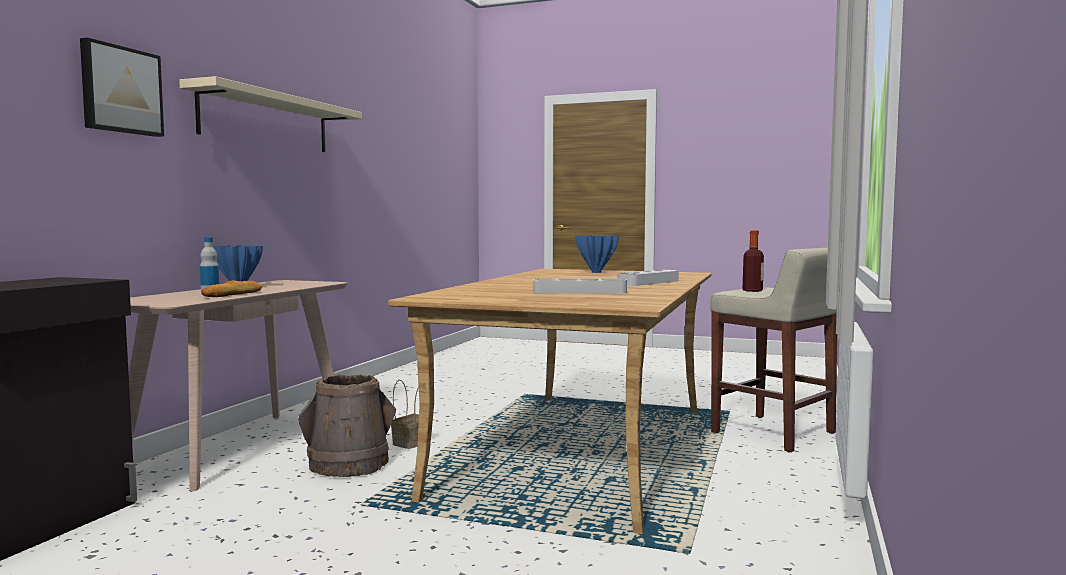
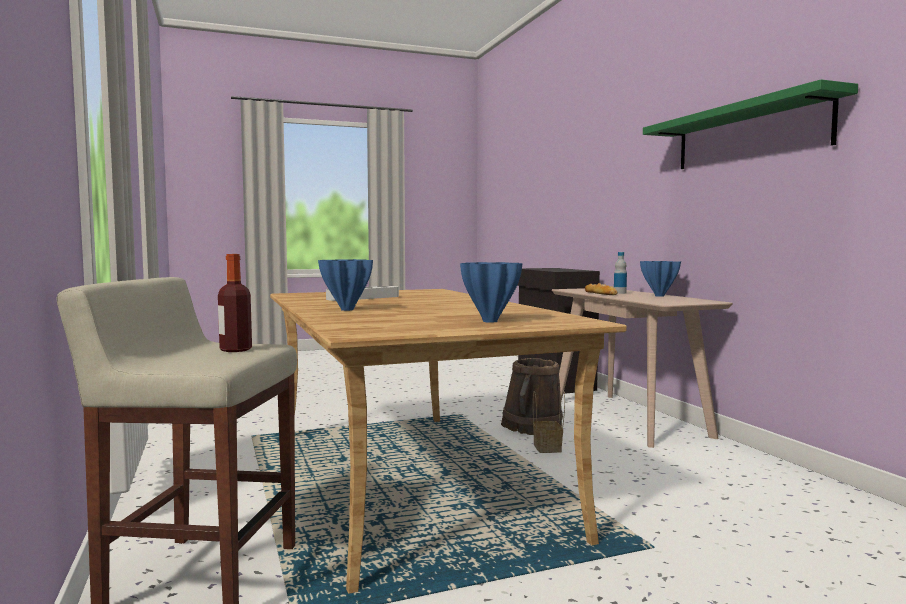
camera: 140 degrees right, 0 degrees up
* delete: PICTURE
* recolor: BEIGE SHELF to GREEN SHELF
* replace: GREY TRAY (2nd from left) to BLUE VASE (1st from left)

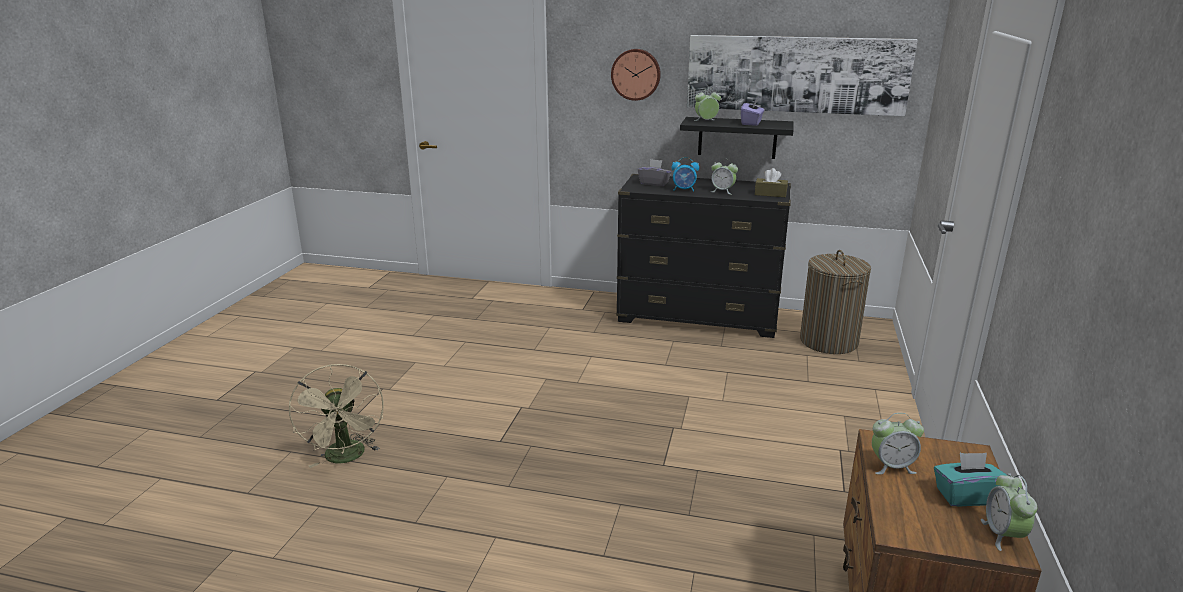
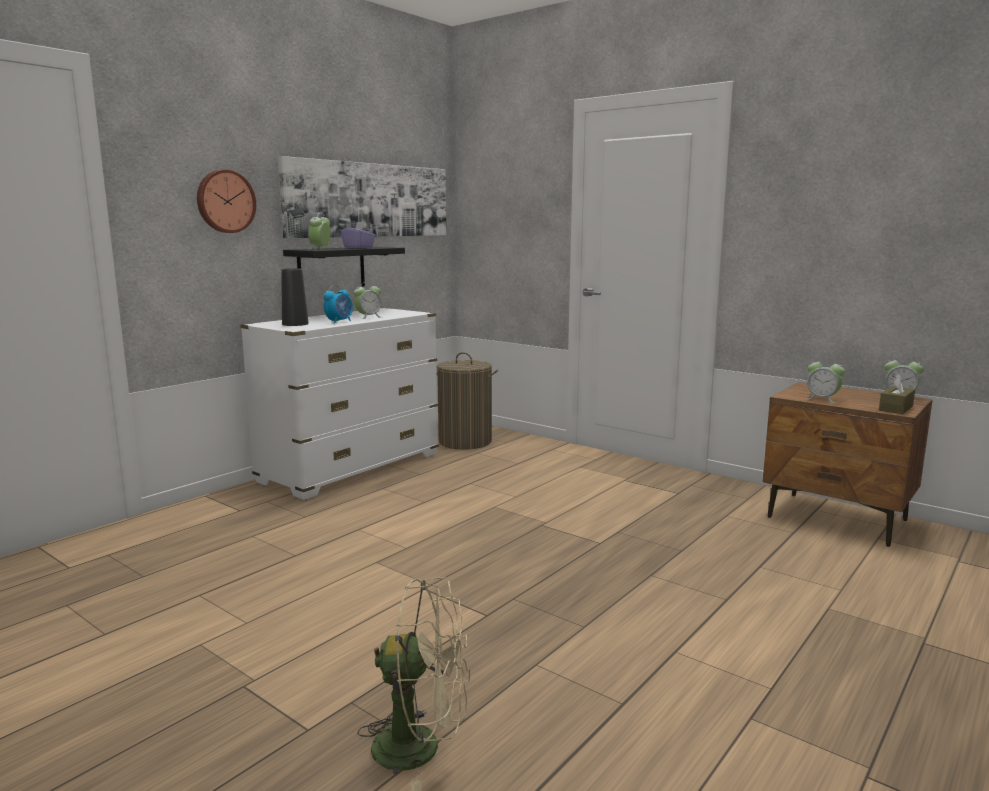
camera: 65 degrees left, 10 degrees down
* recolor: BLACK DRESSER to WHITE DRESSER
* replace: GREY TISSUE BOX to BLACK VASE
* move: BROWN TISSUE BOX
* rotate: ALARM CLOCK (4th from left) 105 degrees clockwise
* delete: TURQUOISE TISSUE BOX

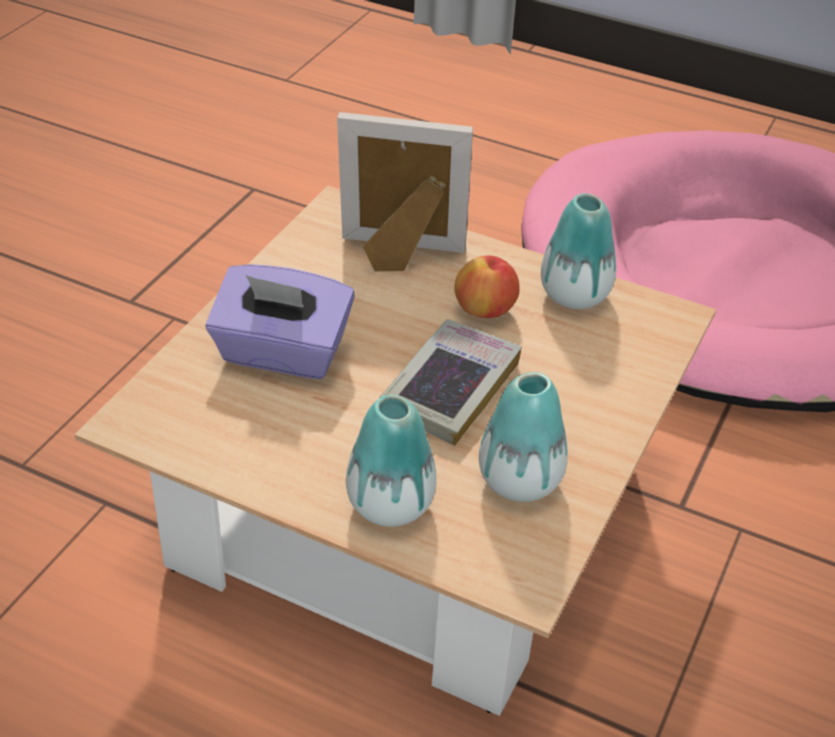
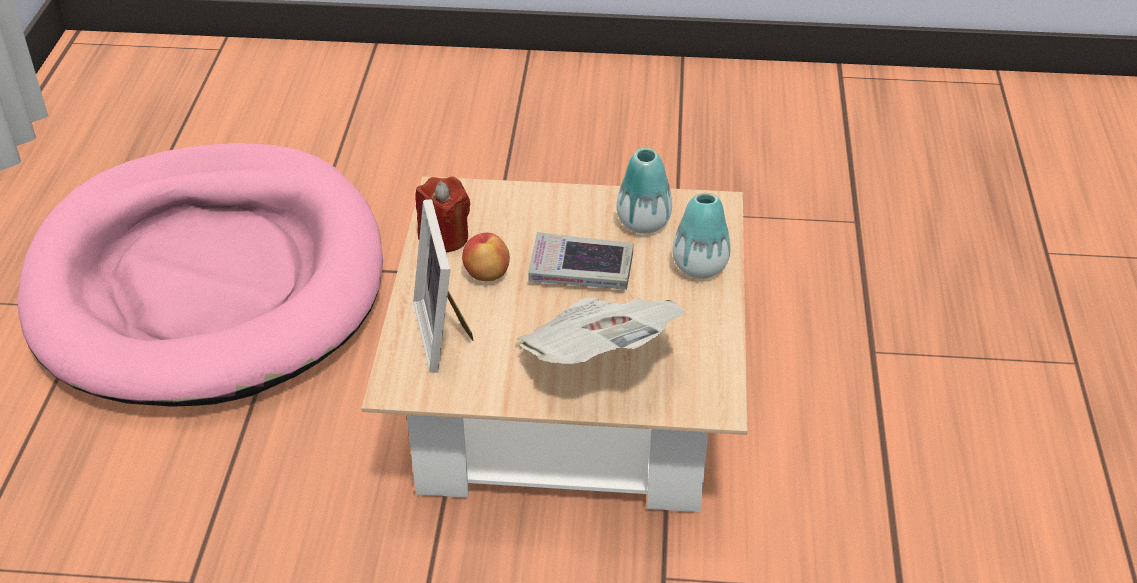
camera: 110 degrees left, 0 degrees up
* replace: PURPLE TISSUE BOX to NEWSPAPER
* replace: VASE (3rd from left) to RED CANDLE

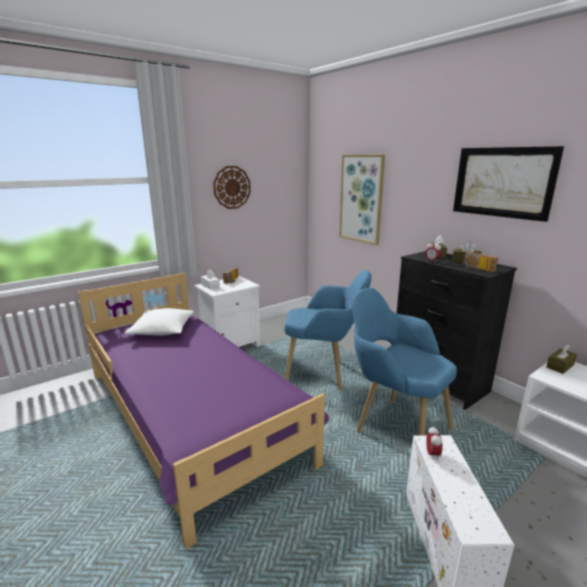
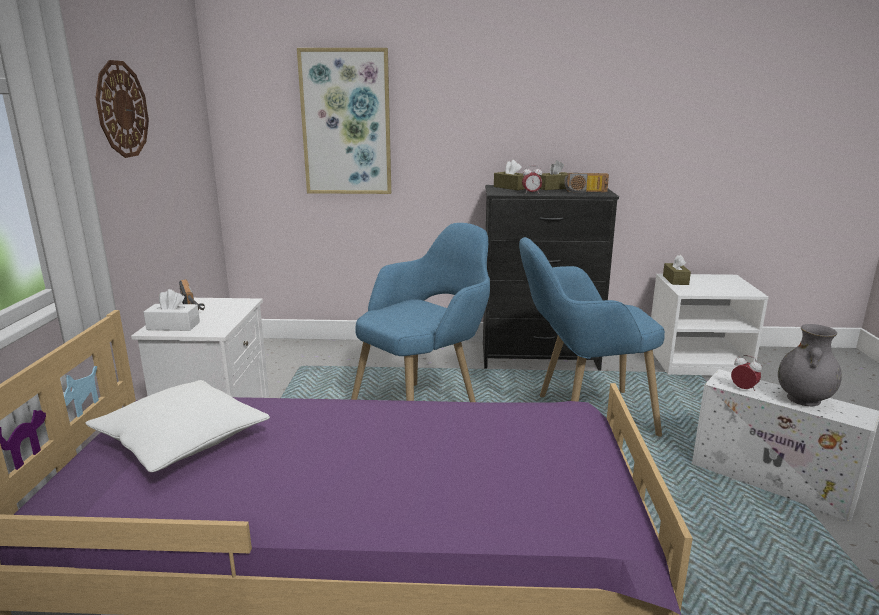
camera: 50 degrees left, 0 degrees up
* delete: PICTURE (2nd from left)
* insert: GREY VASE

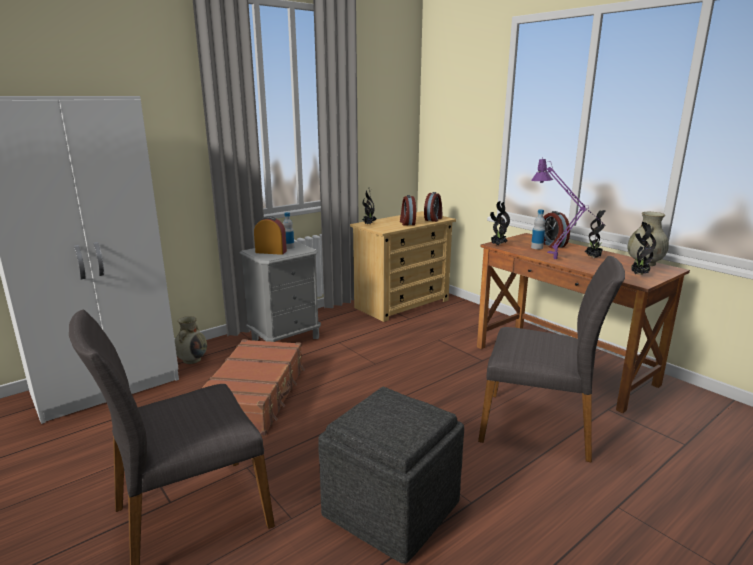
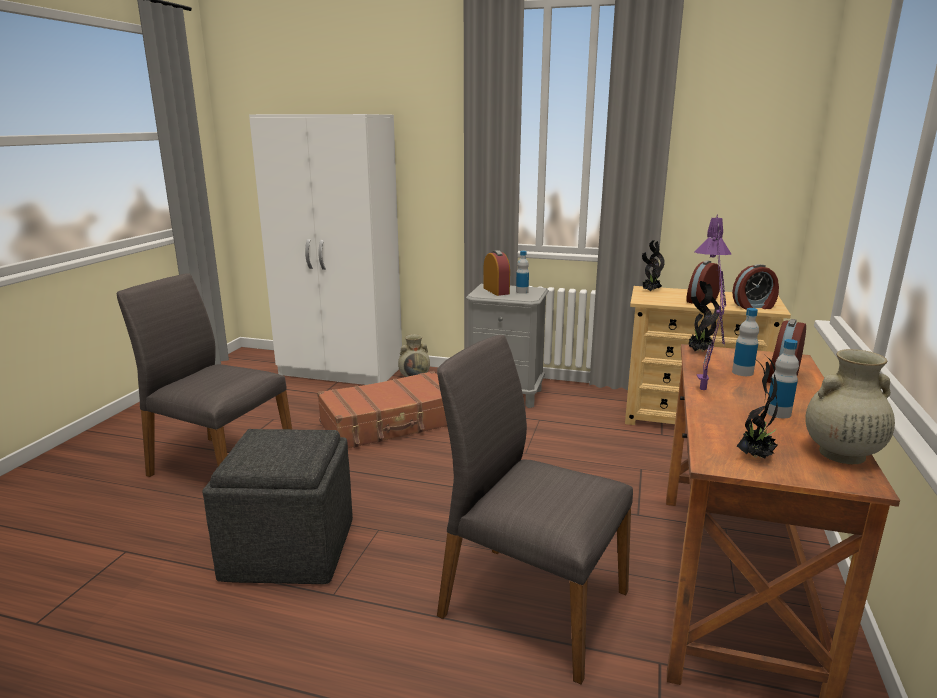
camera: 55 degrees right, 0 degrees up
* rotate: GREY CHAIR (2nd from left) 135 degrees clockwise
* replace: POTTED PLANT (3rd from left) to BOTTLE (3rd from left)

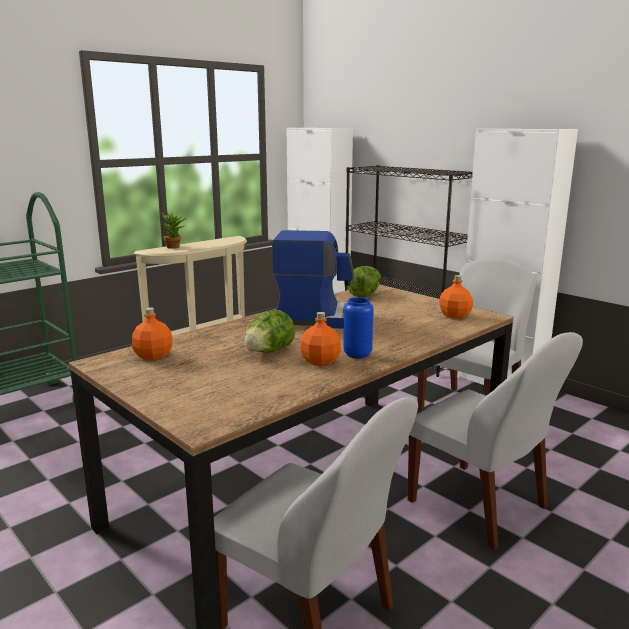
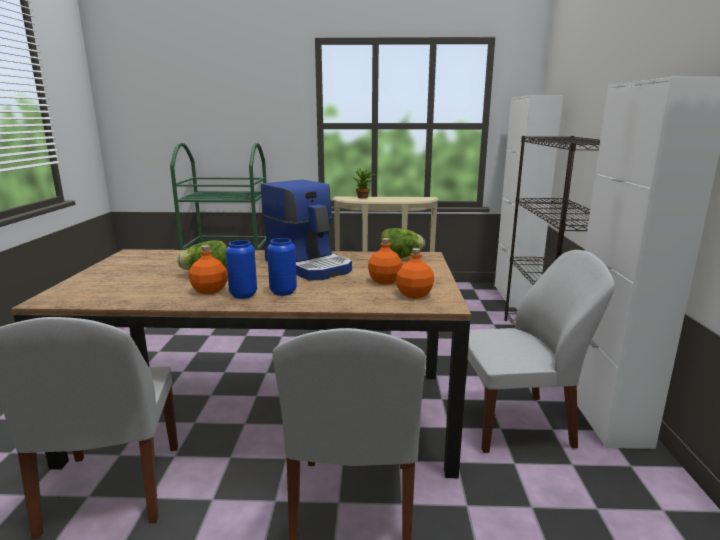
camera: 45 degrees right, 0 degrees up
* move: ORANGE BOTTLE (1st from left in the first image) to ORANGE BOTTLE (2nd from left)
* insert: BLUE VASE (2nd from left)

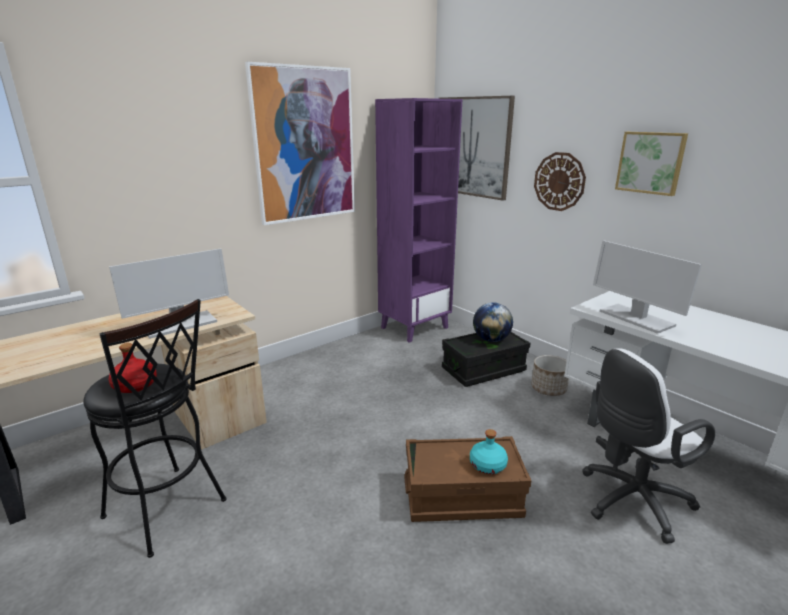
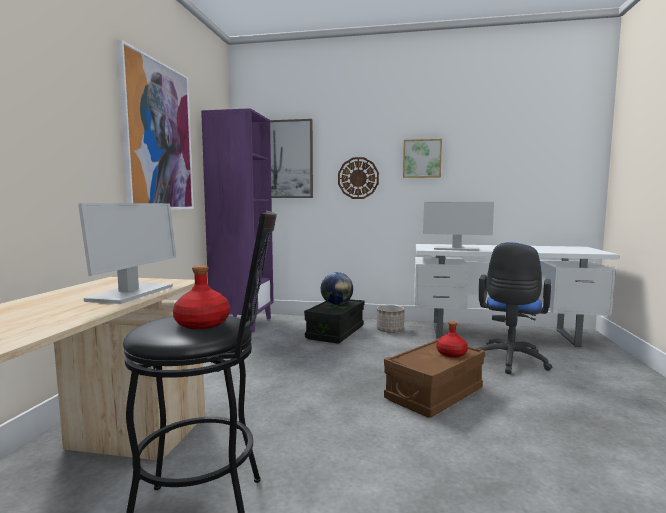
camera: 40 degrees left, 15 degrees down
* recolor: TURQUOISE BOTTLE to RED BOTTLE (2nd from left)
* recolor: WHITE OFFICE CHAIR to BLUE OFFICE CHAIR

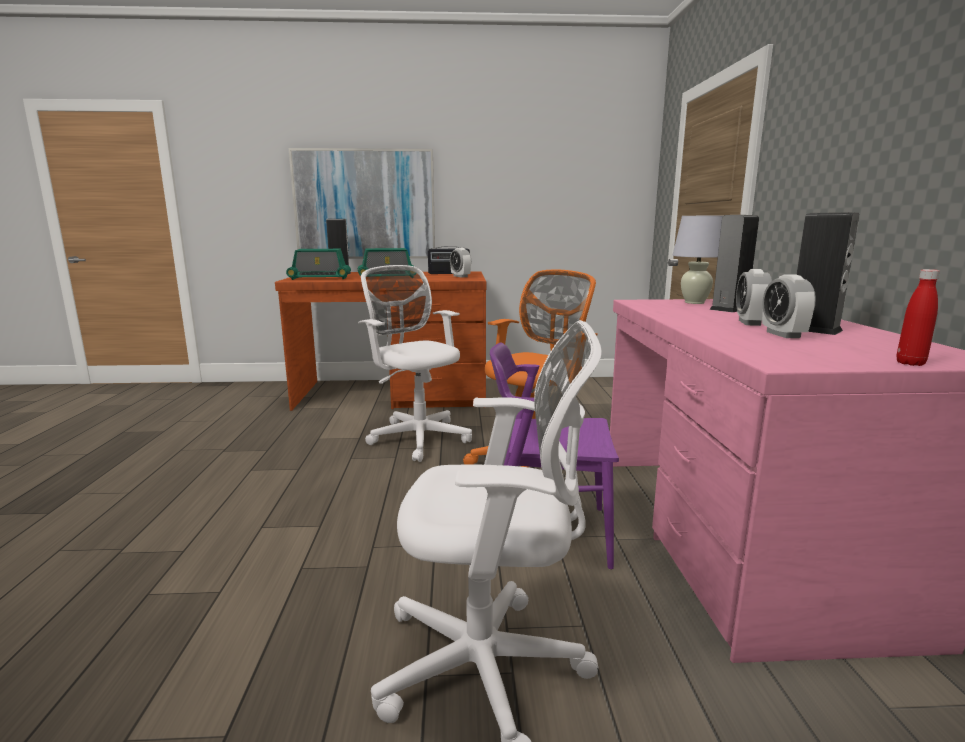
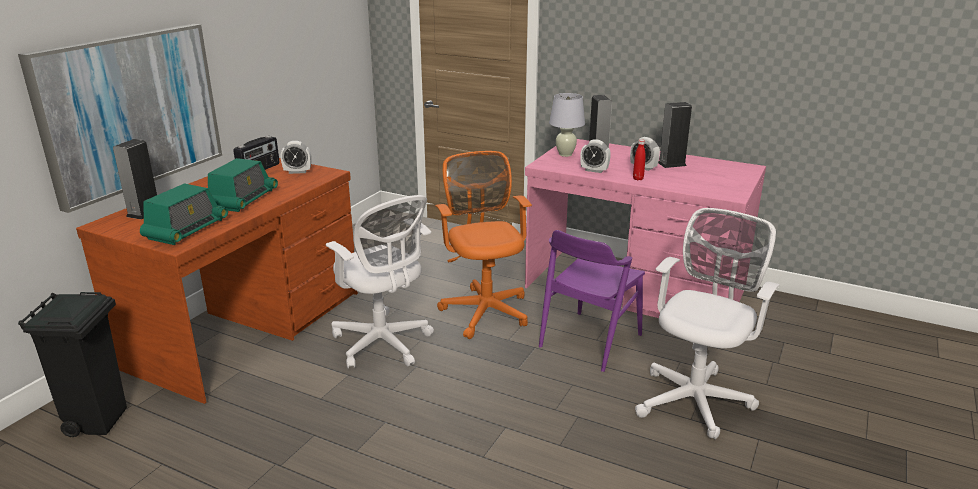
camera: 60 degrees left, 10 degrees up
* rotate: WHITE OFFICE CHAIR (1st from left) 120 degrees counterclockwise
* move: ALARM CLOCK (3rd from left in the first image) to ALARM CLOCK (2nd from left)
* move: RED BOTTLE
* insert: BLACK TRASH CAN

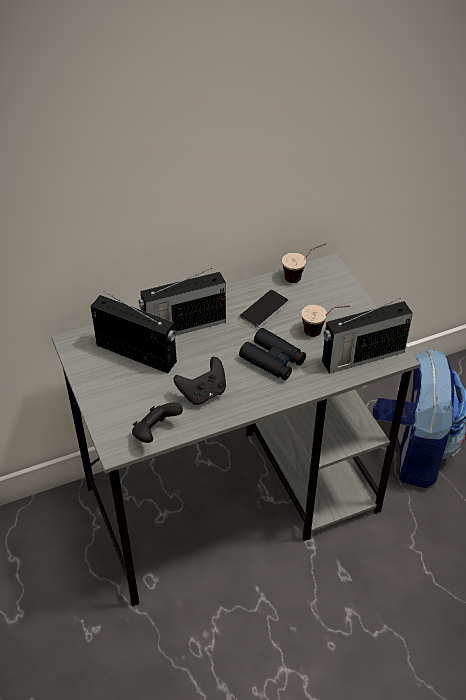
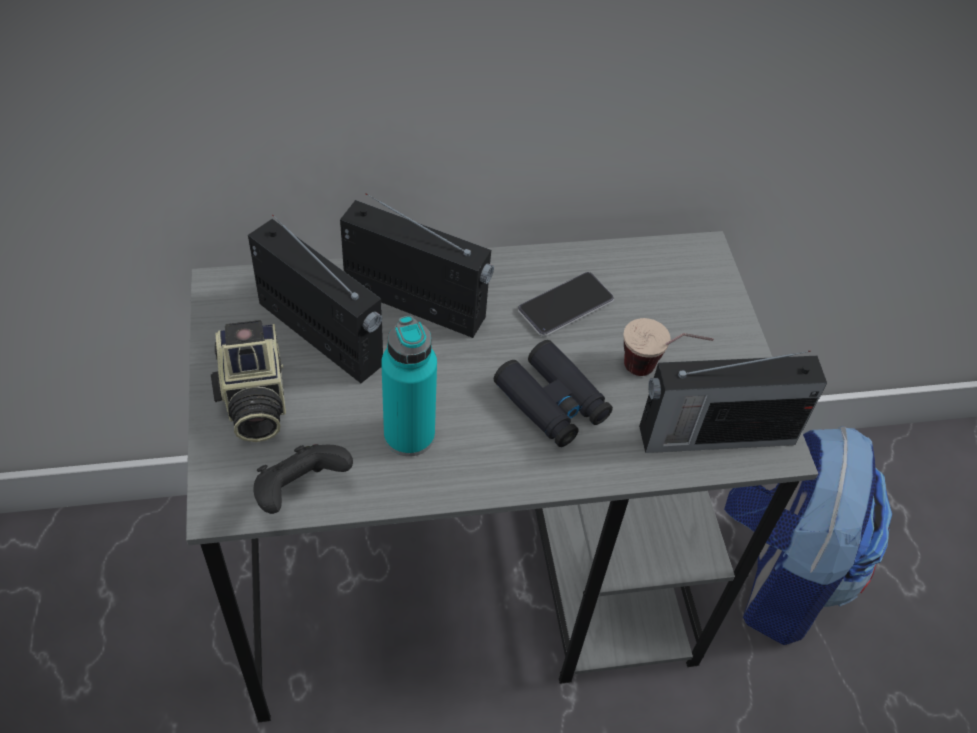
camera: 10 degrees right, 5 degrees up
* rotate: RADIO (2nd from left) 150 degrees counterclockwise
* replace: BLACK GAME CONTROLLER (2nd from left) to TURQUOISE BOTTLE
* delete: CUP (1st from left)
* insert: PHOTO CAMERA

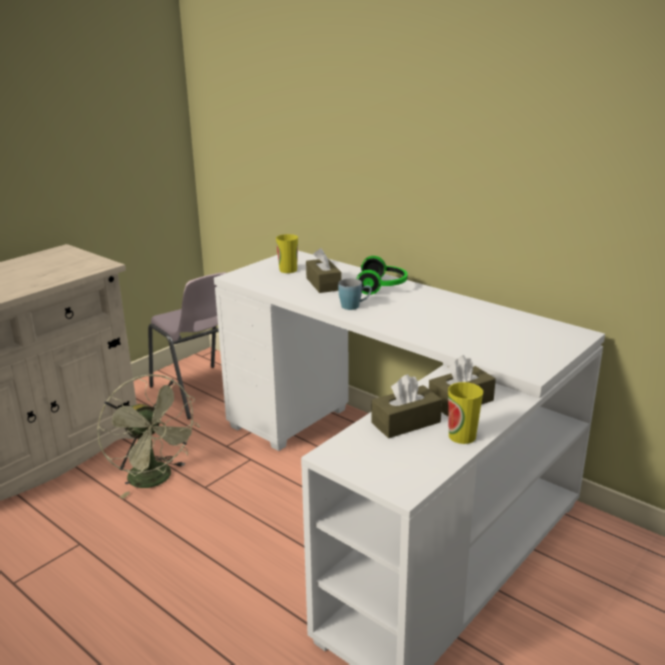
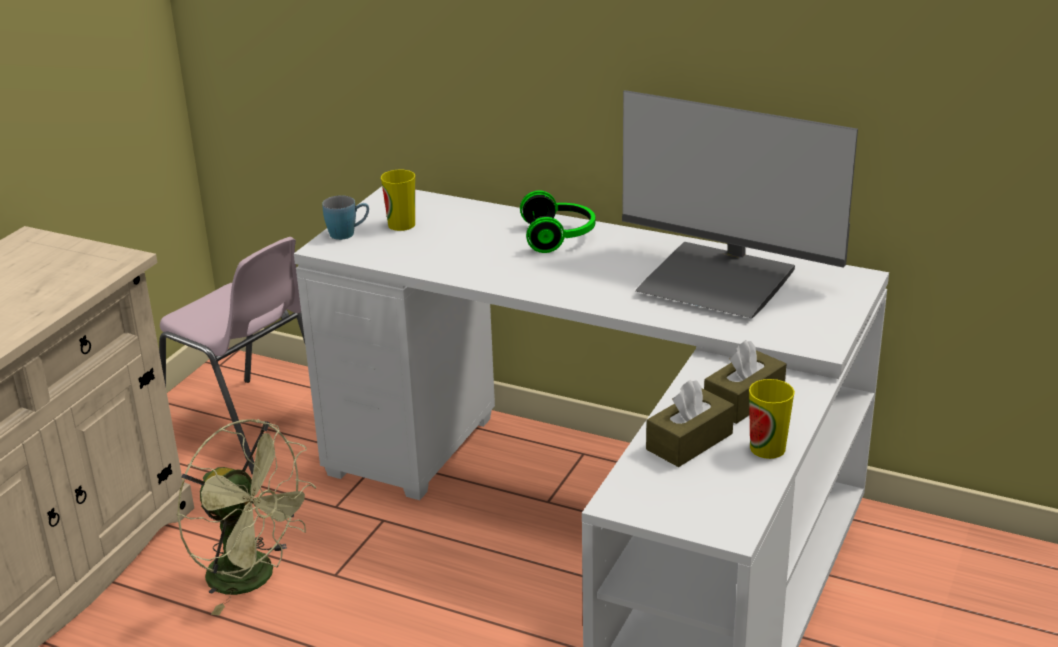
camera: 15 degrees left, 5 degrees up
* delete: BROWN TISSUE BOX (1st from left)
* move: BLUE MUG
* insert: MONITOR

